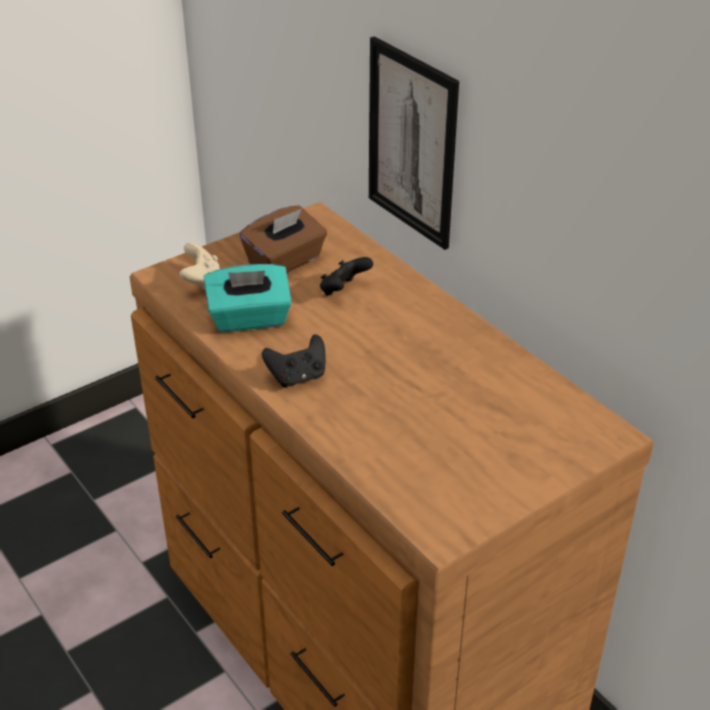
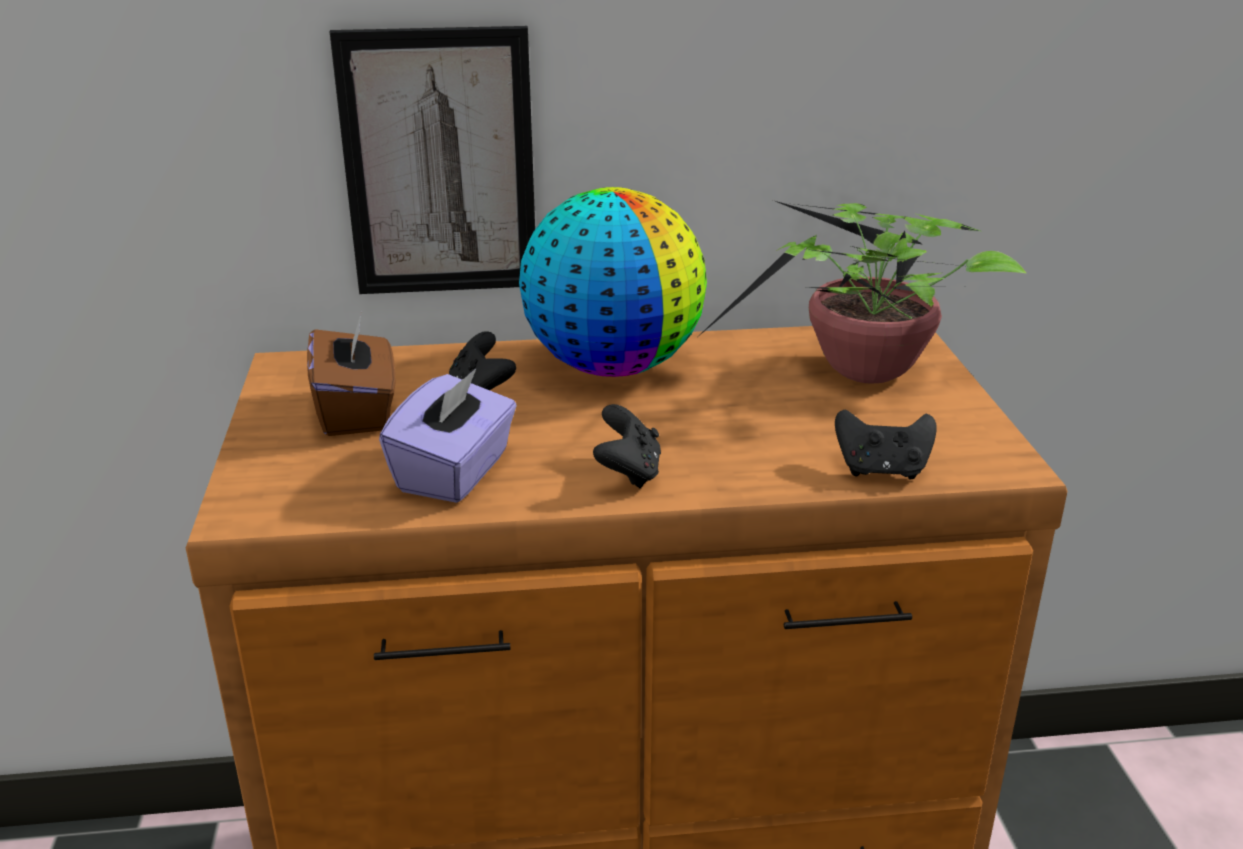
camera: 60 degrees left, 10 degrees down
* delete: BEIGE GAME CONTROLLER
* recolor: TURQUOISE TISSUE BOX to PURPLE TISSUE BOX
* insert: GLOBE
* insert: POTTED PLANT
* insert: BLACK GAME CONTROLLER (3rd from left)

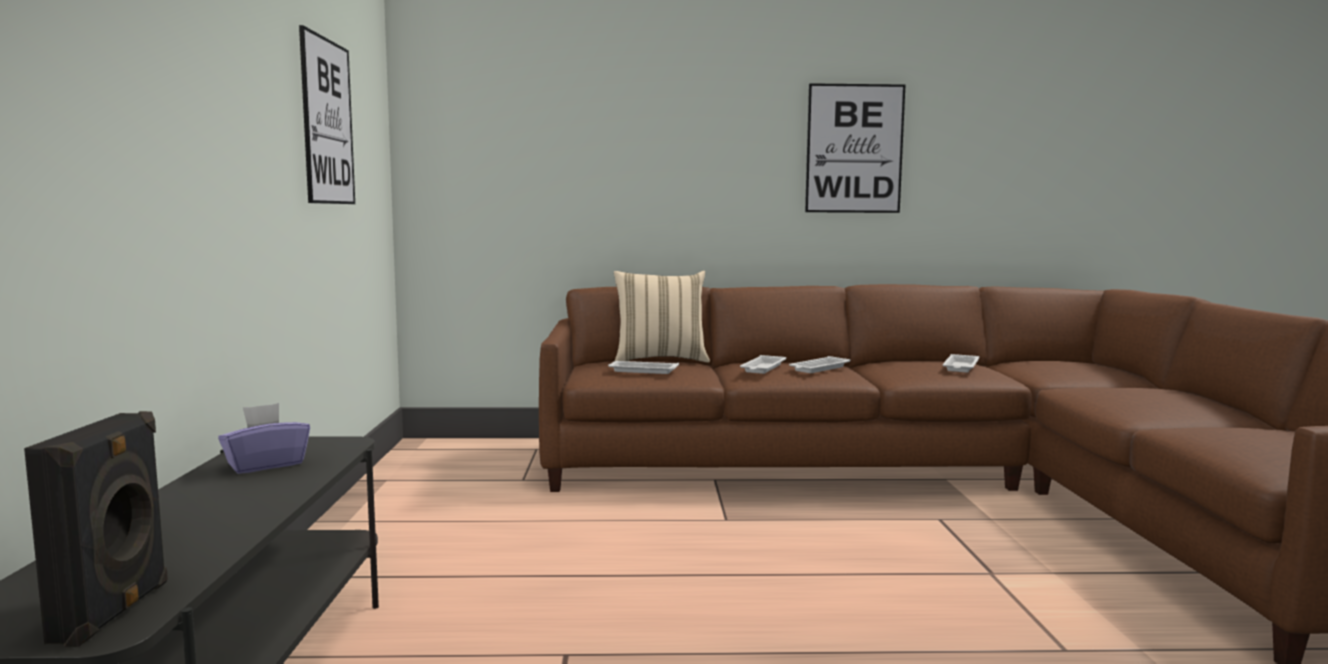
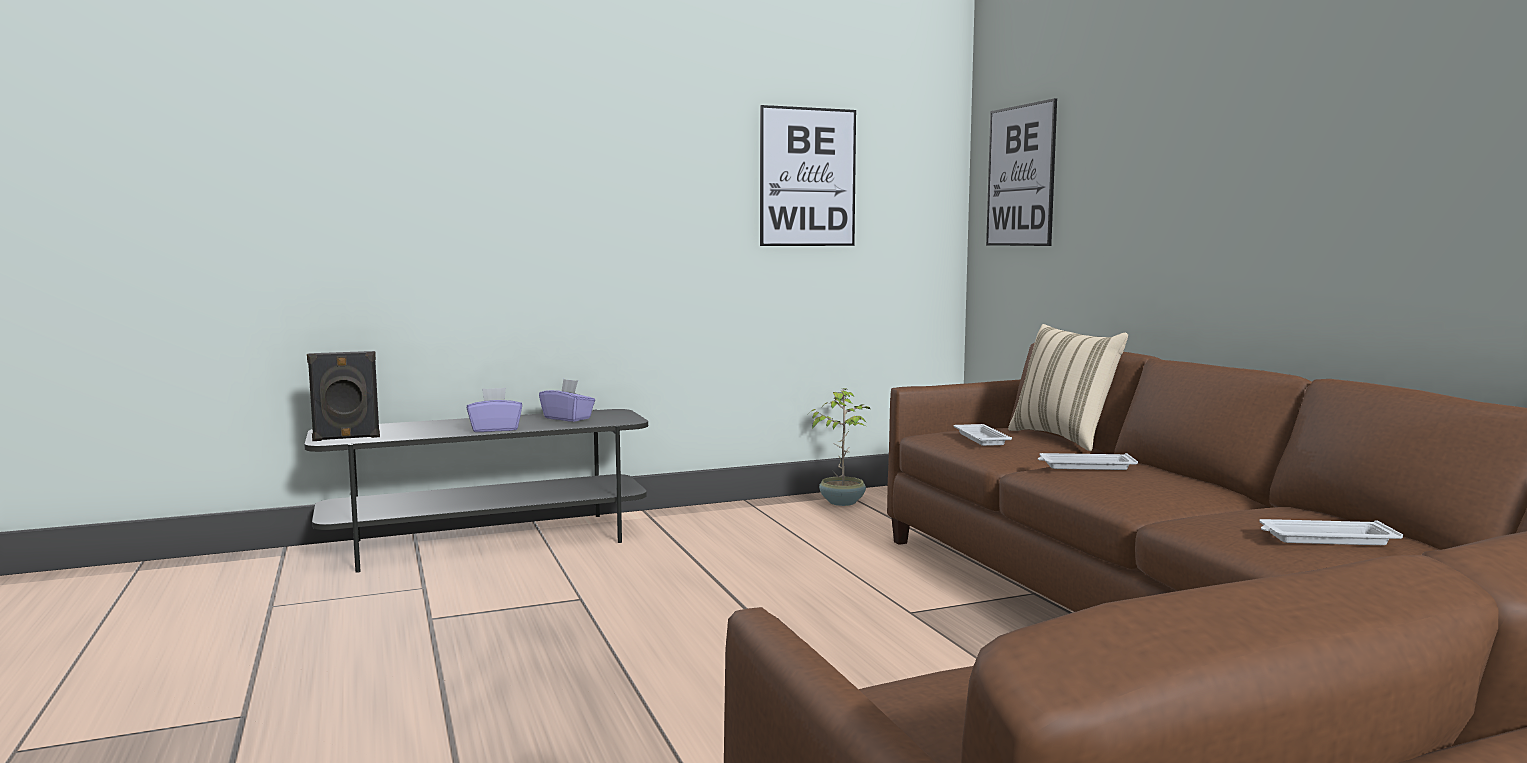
camera: 70 degrees right, 0 degrees up
* delete: WHITE TRAY (3rd from left)
* move: PICTURE (2nd from left)
* insert: PURPLE TISSUE BOX (1st from left)
* insert: POTTED PLANT

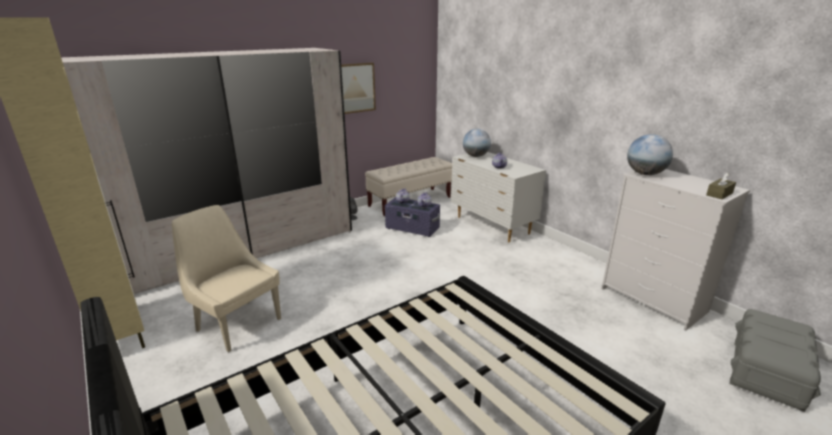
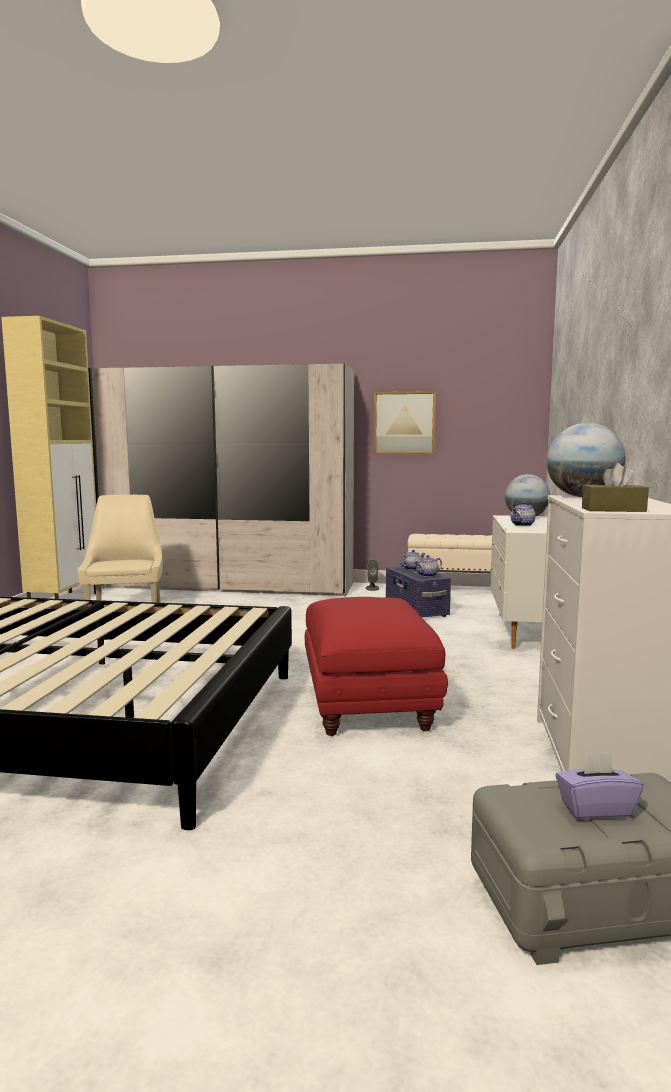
camera: 45 degrees right, 15 degrees down
* insert: RED OTTOMAN
* insert: PURPLE TISSUE BOX

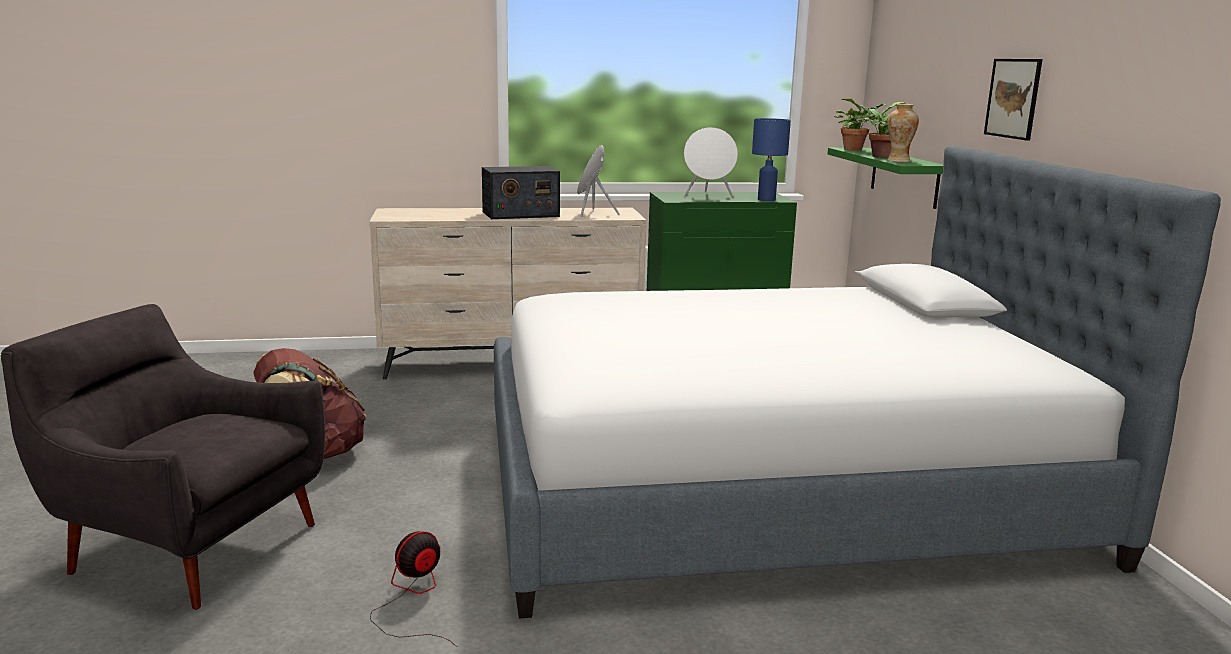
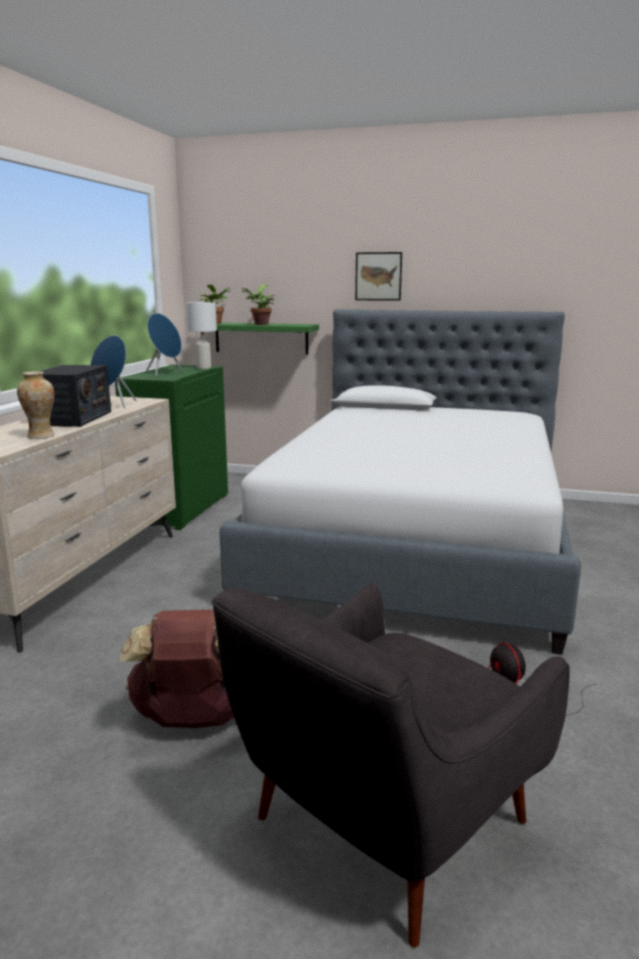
camera: 65 degrees left, 0 degrees up
* recolor: WHITE SPEAKER to BLUE SPEAKER (2nd from left)
* recolor: BLUE TABLE LAMP to WHITE TABLE LAMP
* move: VASE

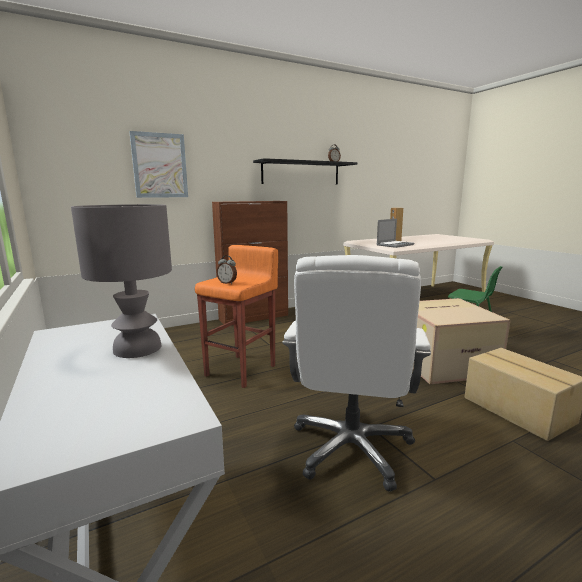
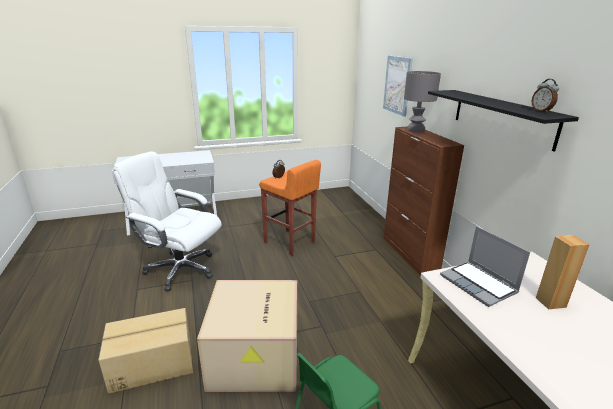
camera: 100 degrees right, 10 degrees up
* move: GREY TABLE LAMP

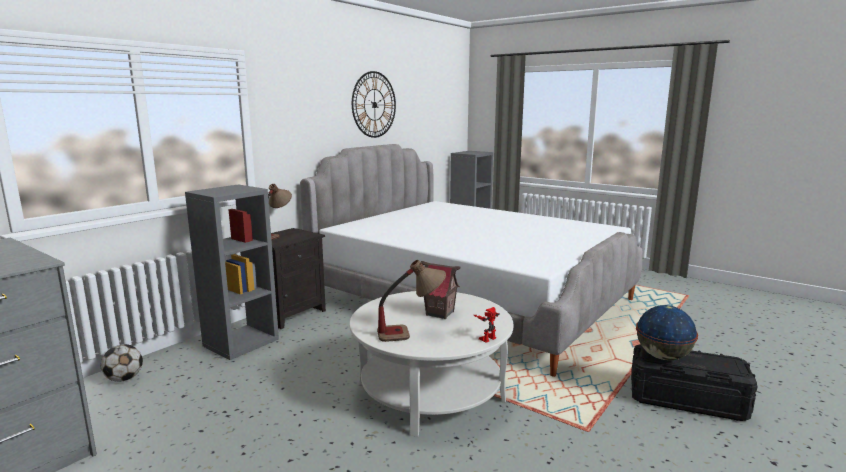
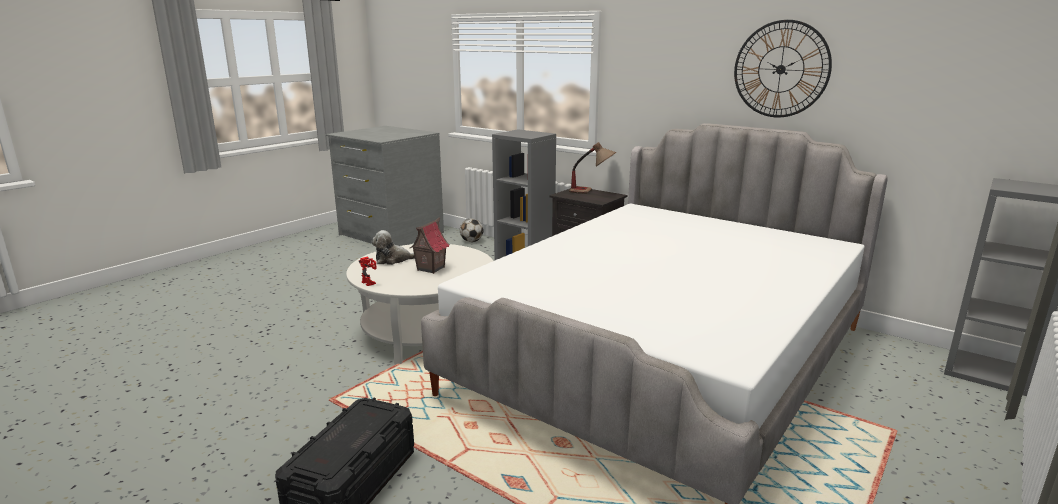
camera: 90 degrees right, 5 degrees up
* replace: TABLE LAMP (2nd from left) to PLUSH TOY
* delete: GLOBE

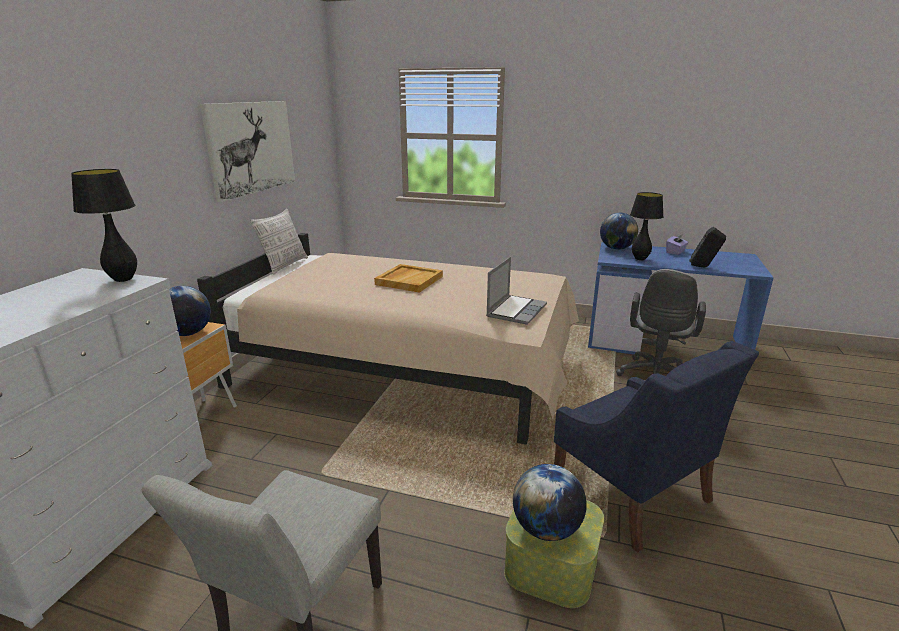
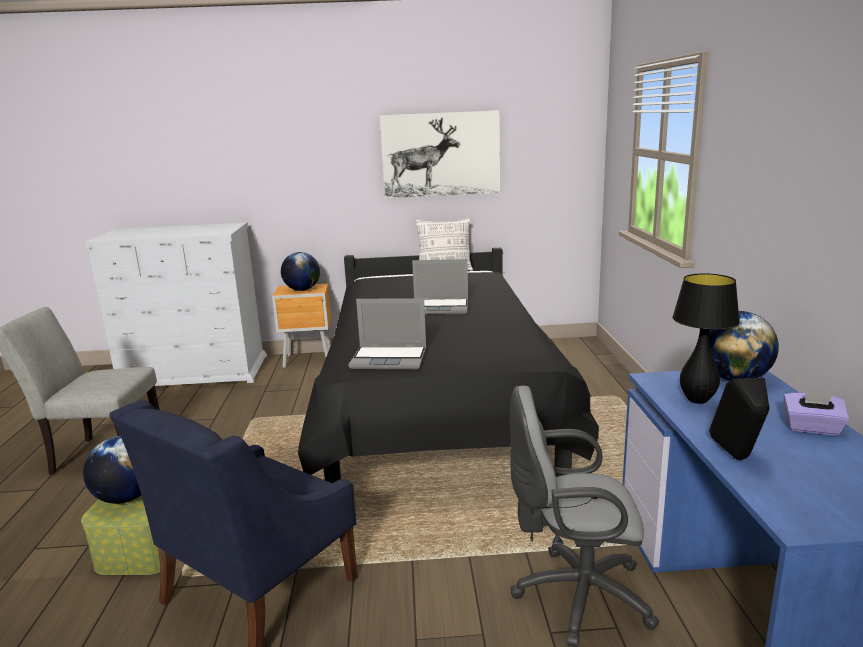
camera: 70 degrees right, 5 degrees down
* delete: BLACK TABLE LAMP (1st from left)
* recolor: BEIGE BED to BLACK BED
* replace: BEIGE TRAY to LAPTOP (2nd from left)

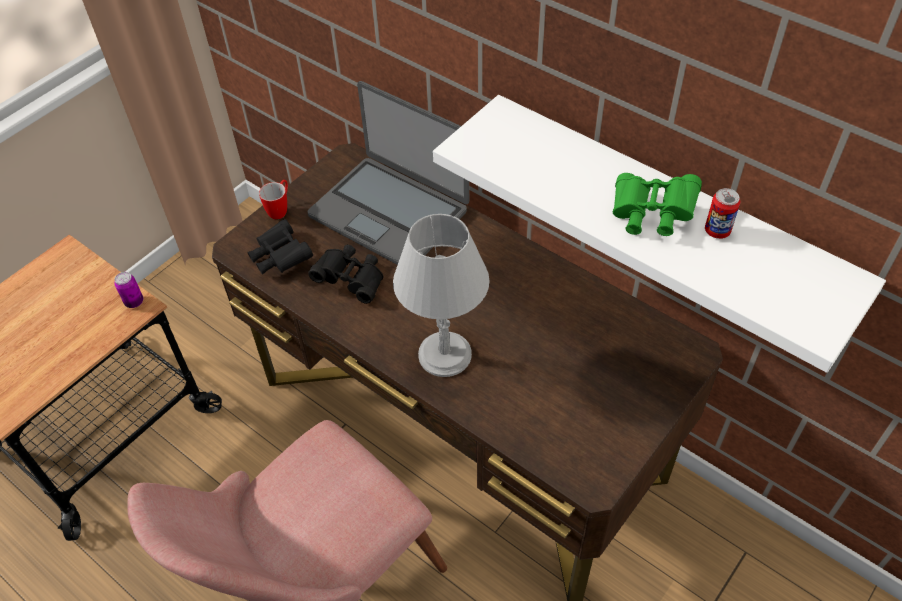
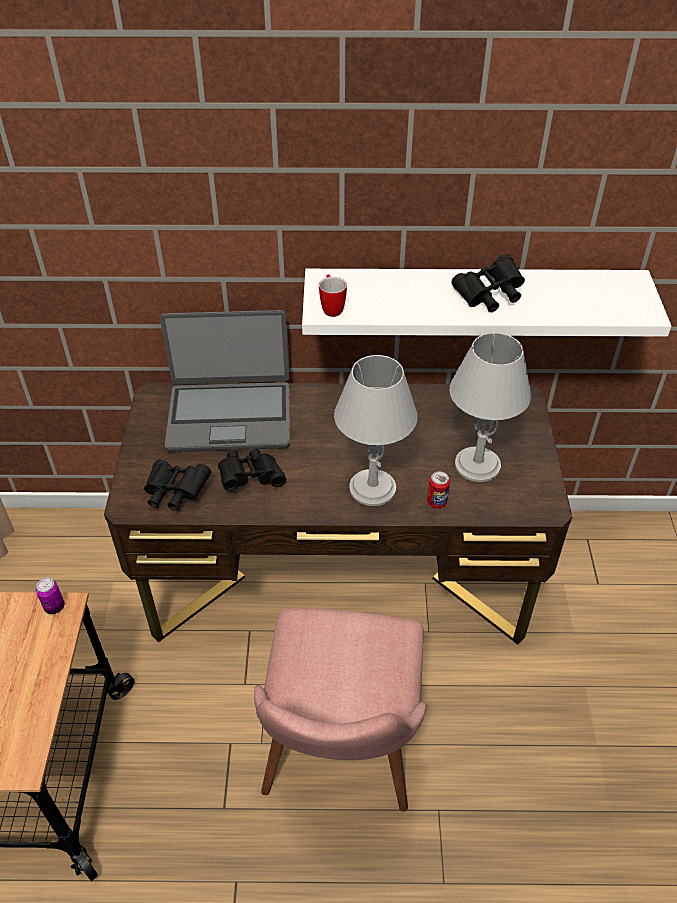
camera: 40 degrees left, 5 degrees down
* move: MUG
* recolor: GREEN BINOCULARS to BLACK BINOCULARS (3rd from left)
* move: CAN (2nd from left)
* insert: GREY TABLE LAMP (2nd from left)

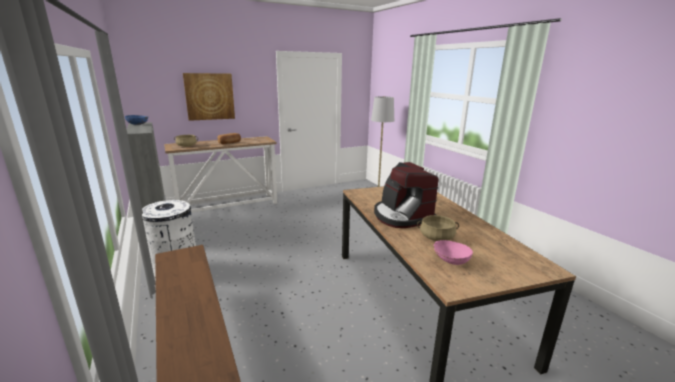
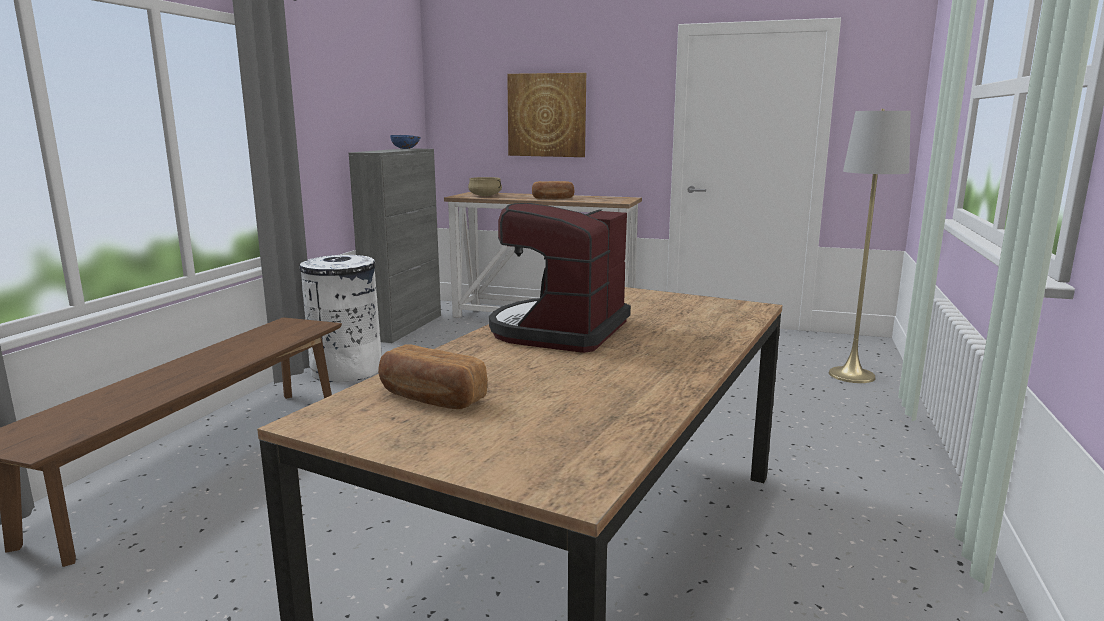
camera: 45 degrees right, 5 degrees down
* delete: BEIGE COOKING POT (2nd from left)
* replace: PINK BOWL to BREAD (1st from left)

